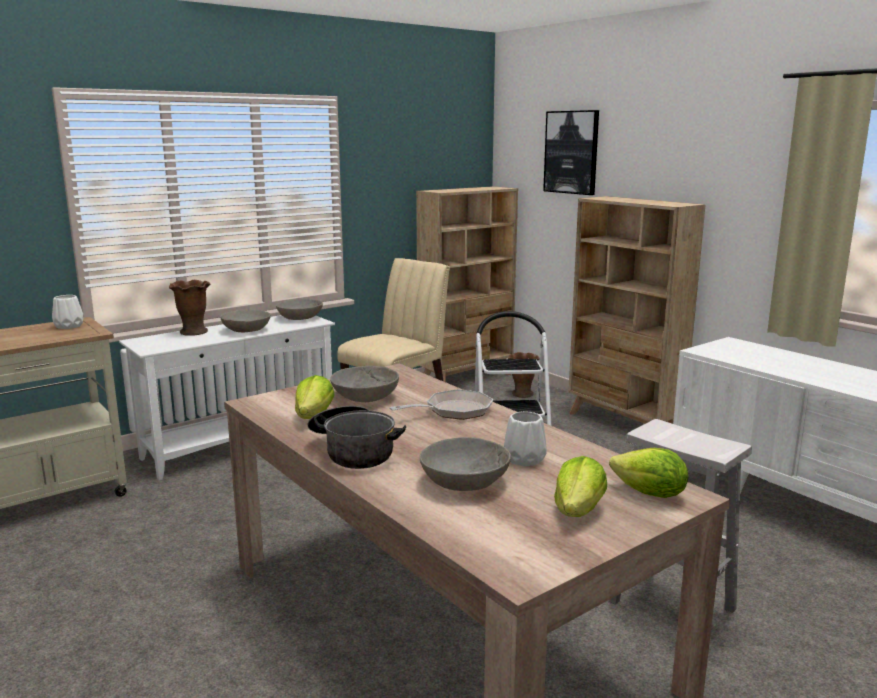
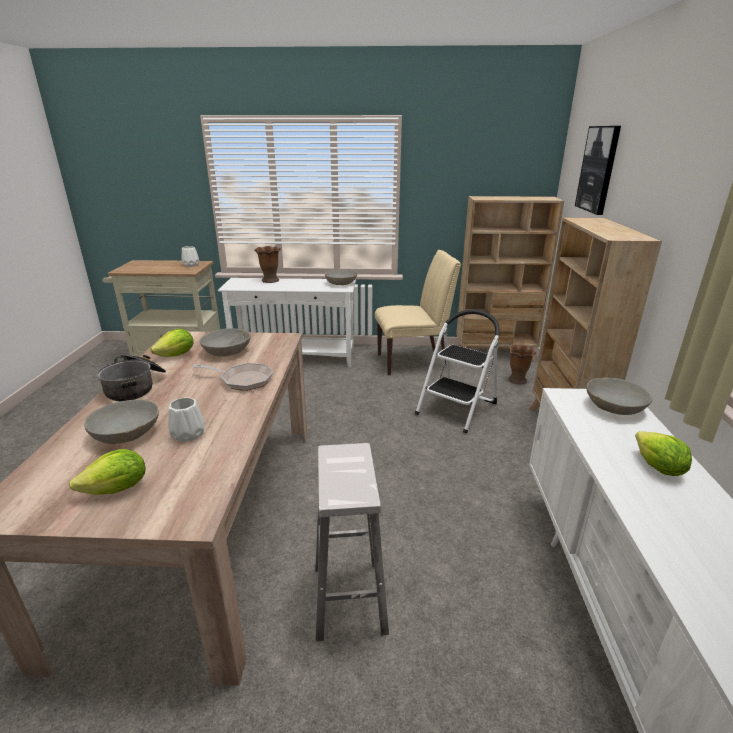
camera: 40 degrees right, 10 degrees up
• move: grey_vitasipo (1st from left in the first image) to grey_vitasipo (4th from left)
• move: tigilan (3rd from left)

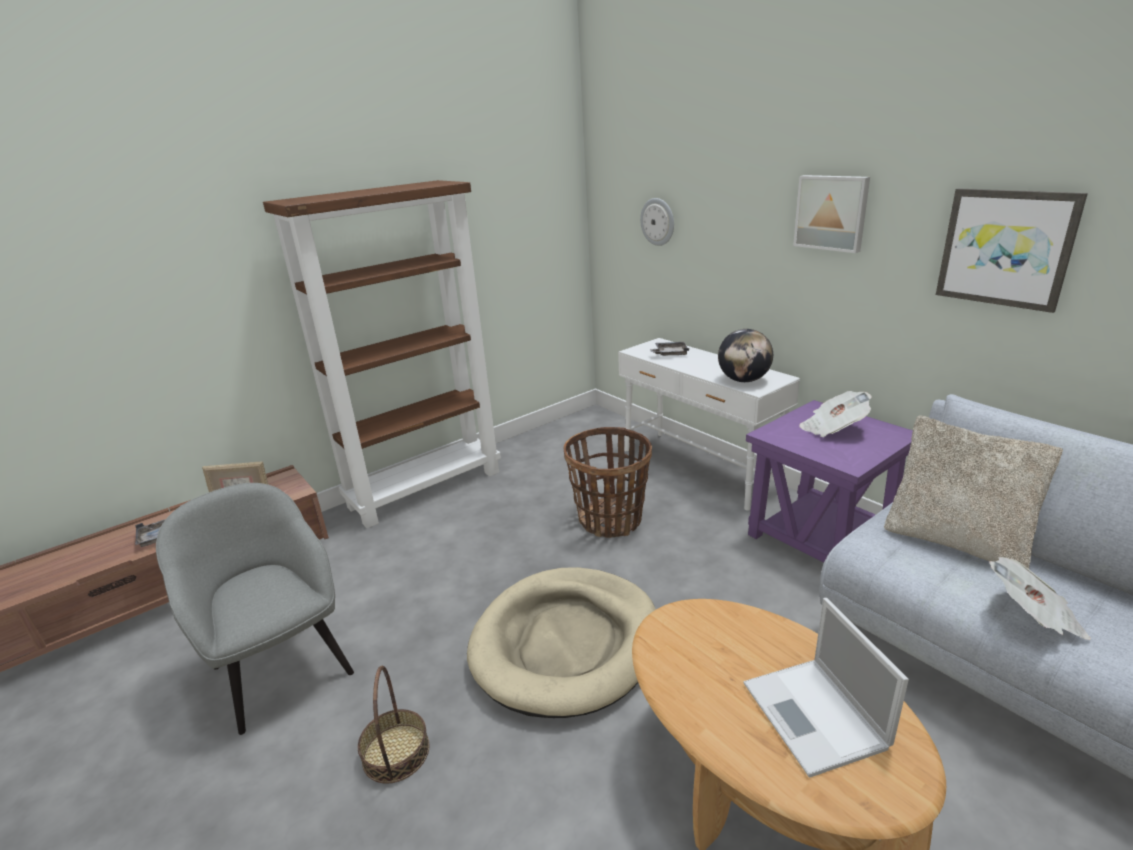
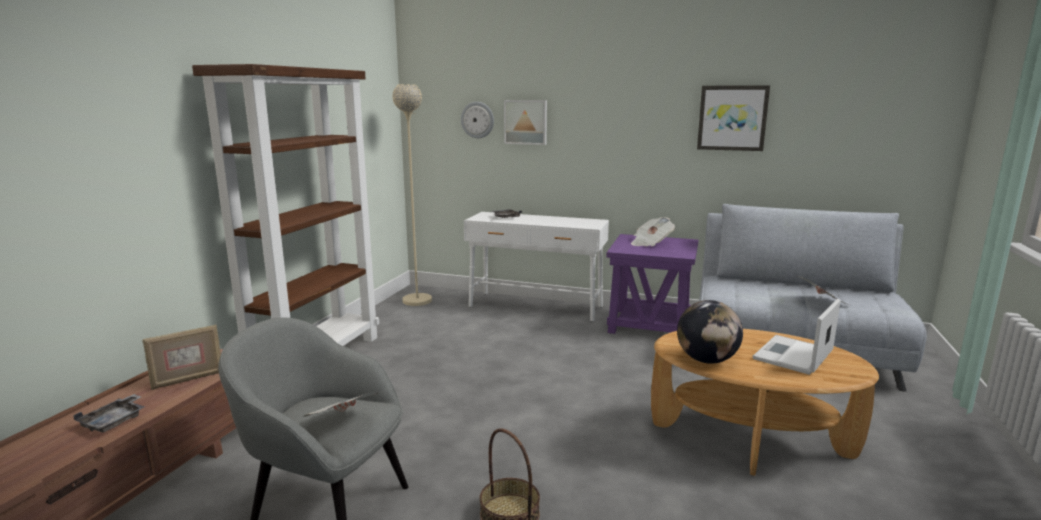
camera: 35 degrees left, 10 degrees down
• delete: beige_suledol
• delete: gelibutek (2nd from left)
• move: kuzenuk
• rotate: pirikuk 90 degrees clockwise
• move: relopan (1st from left)
• delete: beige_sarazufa
• insert: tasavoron (1st from left)
• insert: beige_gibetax

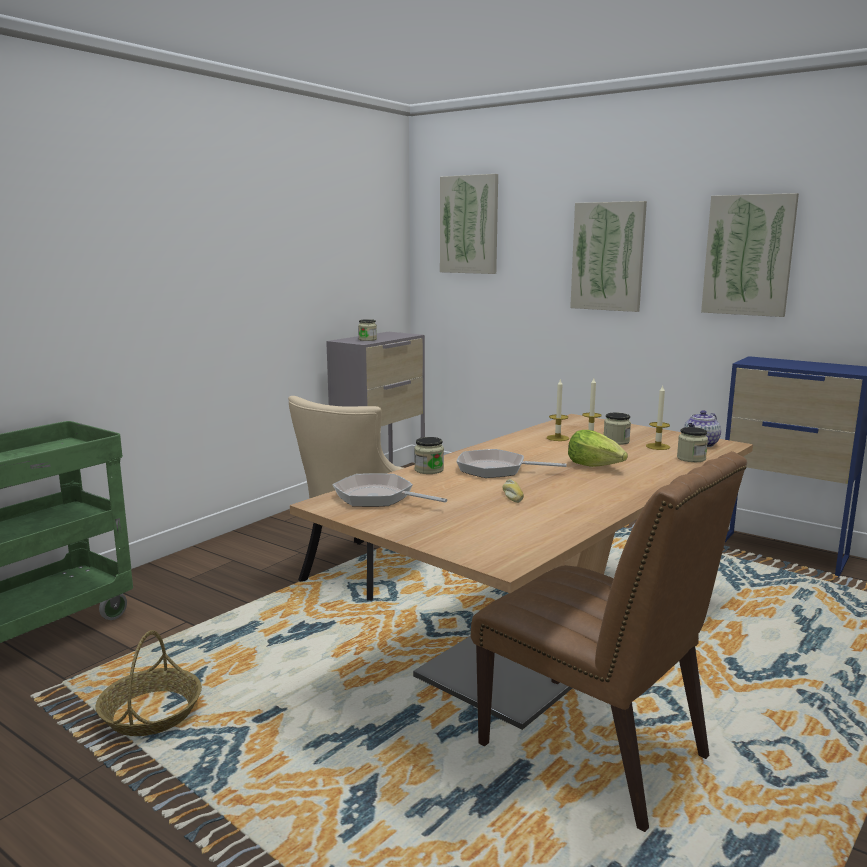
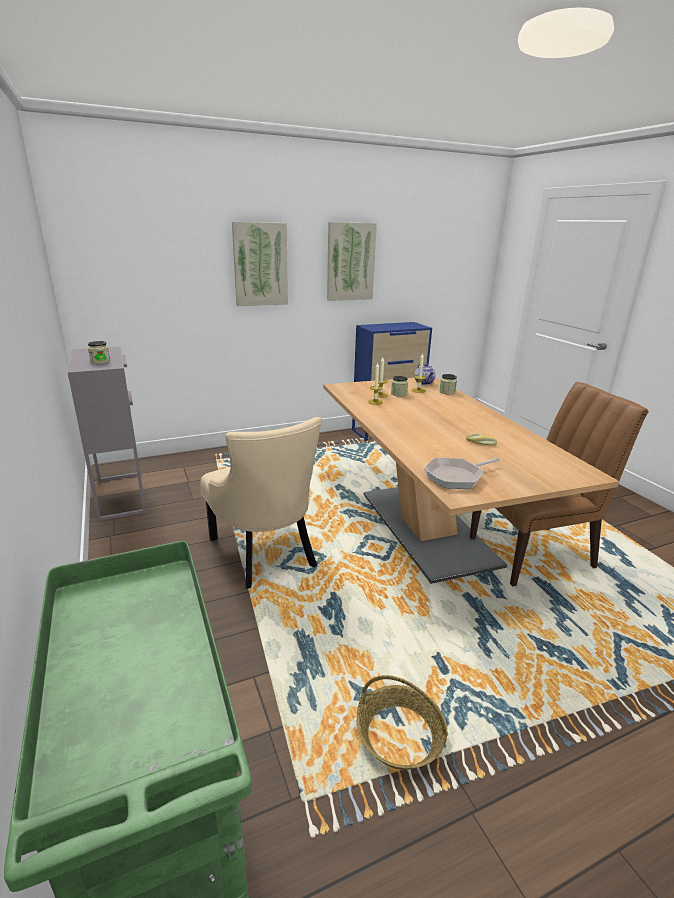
camera: 60 degrees left, 10 degrees up
• delete: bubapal (2nd from left)
• delete: relopan (1st from left)
• delete: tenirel (2nd from left)
• delete: tigilan

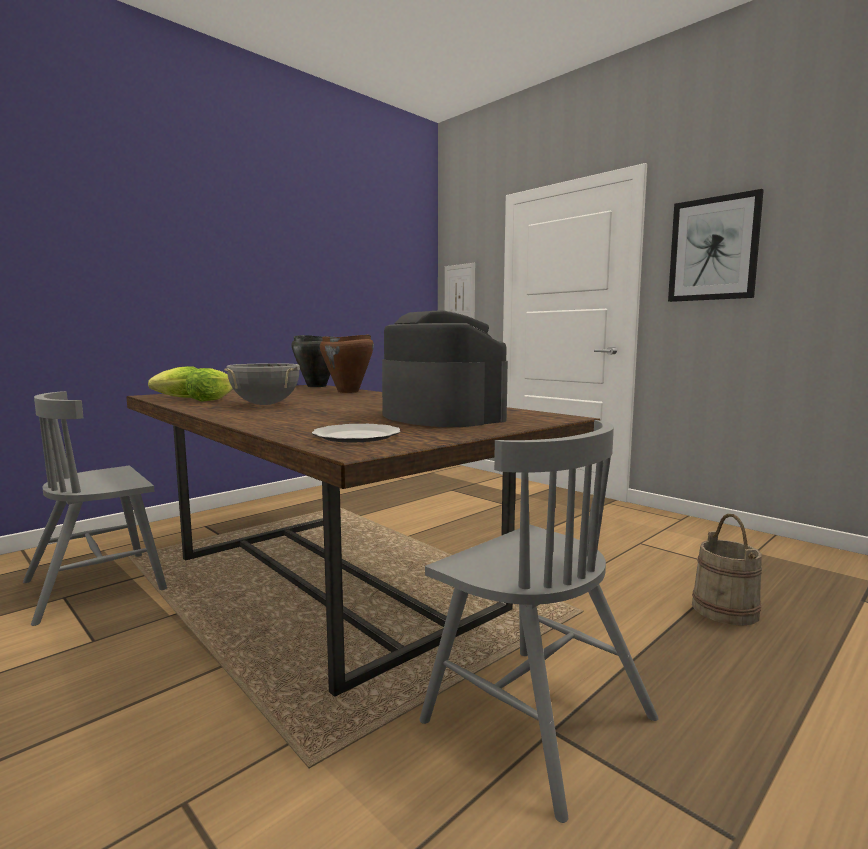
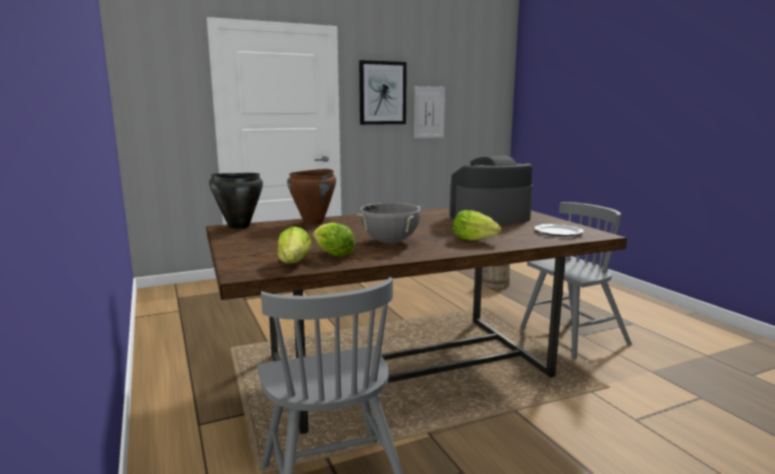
camera: 70 degrees left, 5 degrees up
• move: relopan (1st from left in the first image) to relopan (2nd from left)
• insert: tigilan (3rd from left)

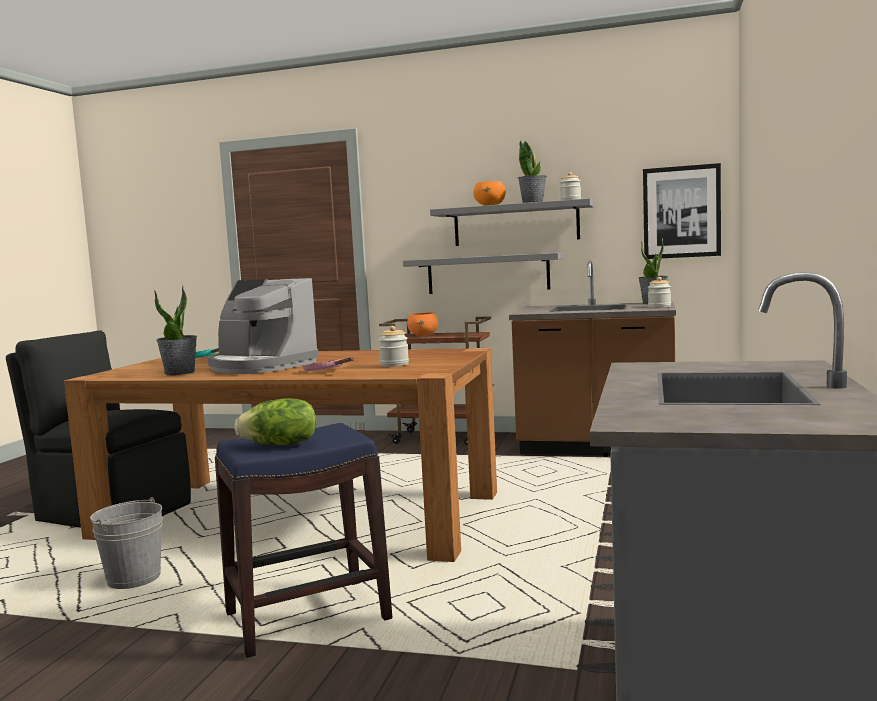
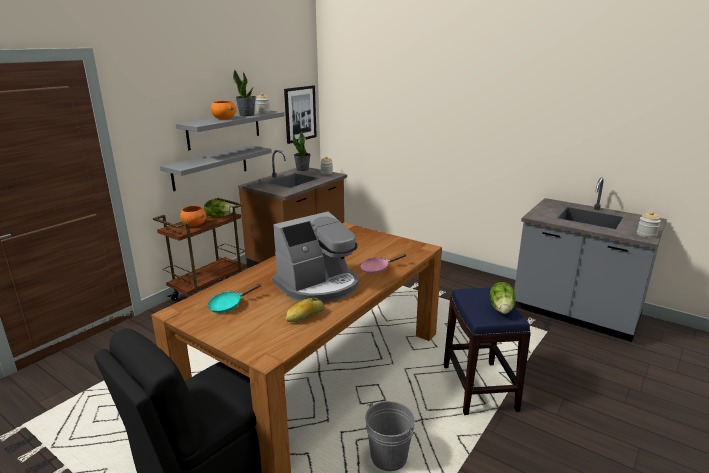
camera: 70 degrees left, 15 degrees up
• replace: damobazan (1st from left) to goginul
• move: bubapal (1st from left in the first image) to bubapal (3rd from left)
• insert: tigilan (1st from left)

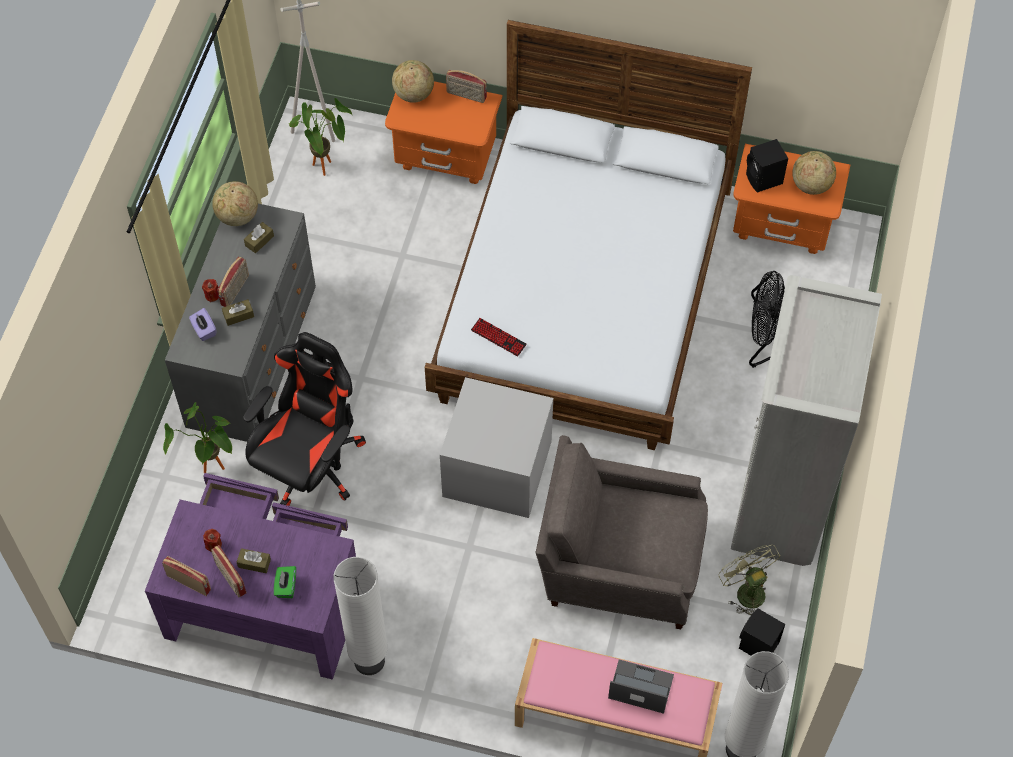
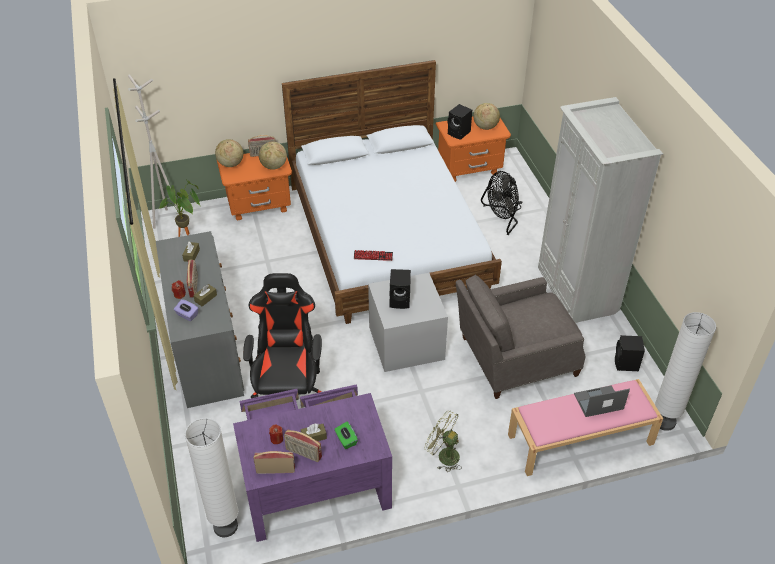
camera: 30 degrees left, 15 degrees down
• delete: damobazan (1st from left)
• move: kuzenuk (1st from left in the first image) to kuzenuk (2nd from left)
• move: white_gibetax (1st from left)
• move: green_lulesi
• insert: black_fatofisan (1st from left)

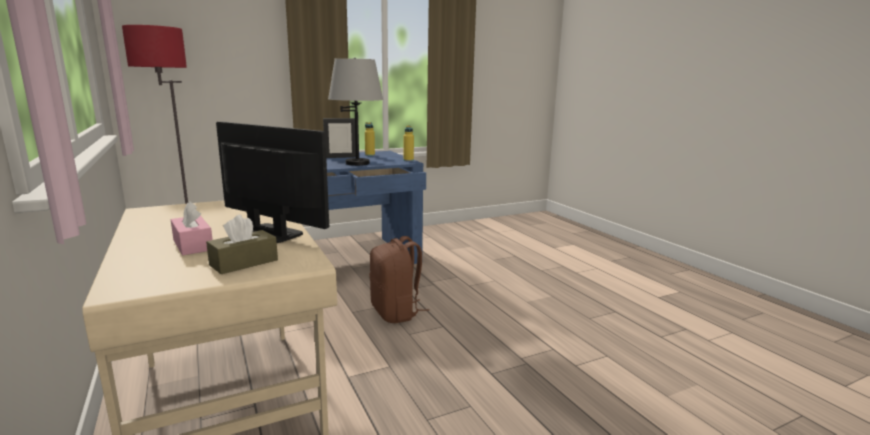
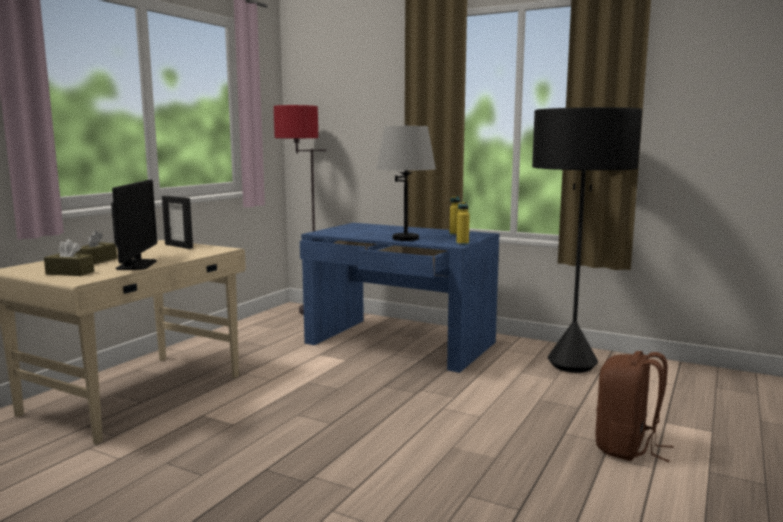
camera: 55 degrees right, 5 degrees down
• recolor: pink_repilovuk to brown_repilovuk (2nd from left)
• move: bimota
• move: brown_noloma
• insert: black_gibetax

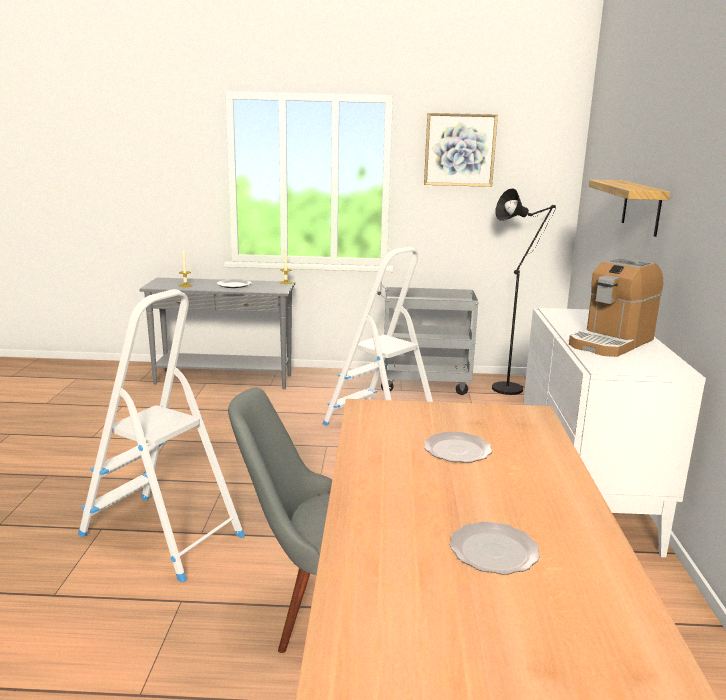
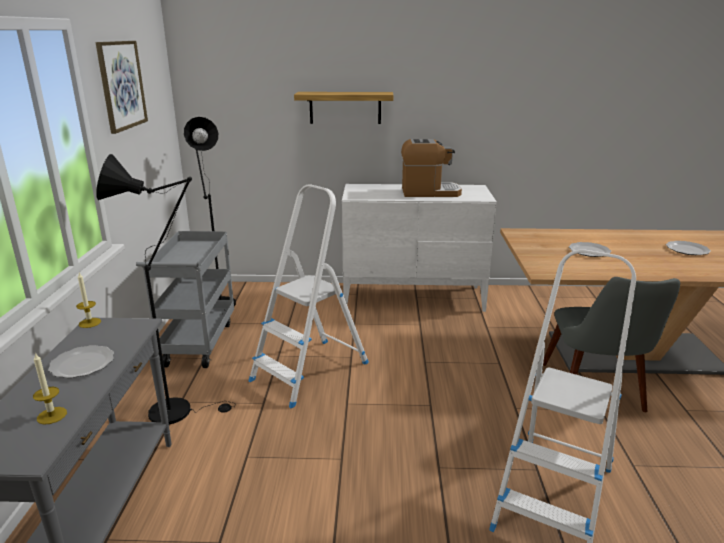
camera: 90 degrees left, 5 degrees up
• rotate: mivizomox 45 degrees counterclockwise
• insert: black_gibetax (1st from left)

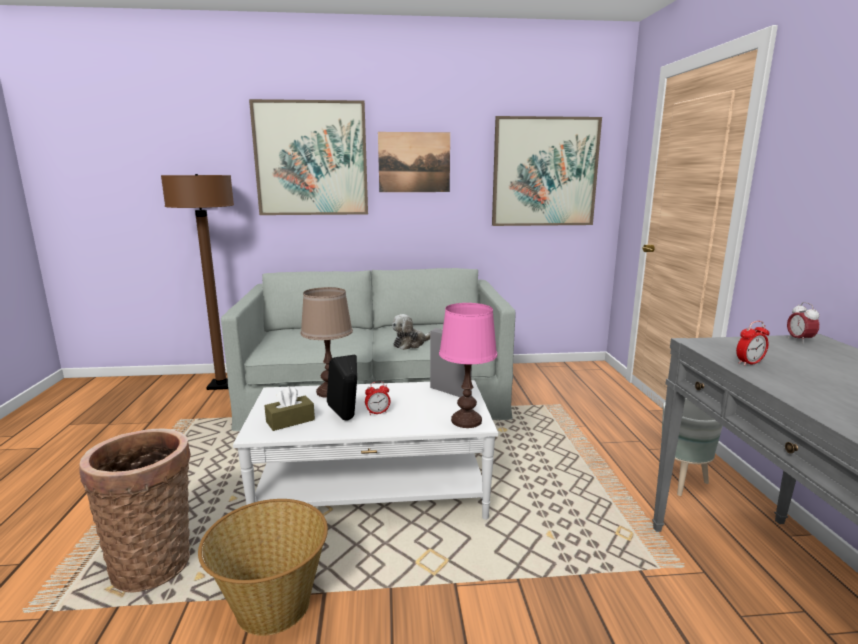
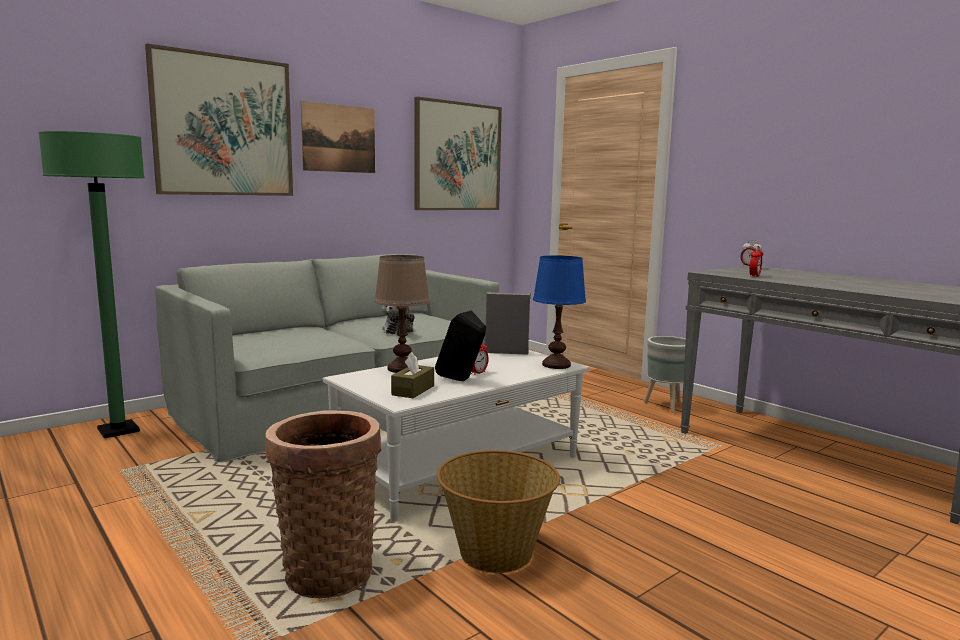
camera: 35 degrees left, 5 degrees down
• recolor: brown_gibetax to green_gibetax
• recolor: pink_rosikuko to blue_rosikuko

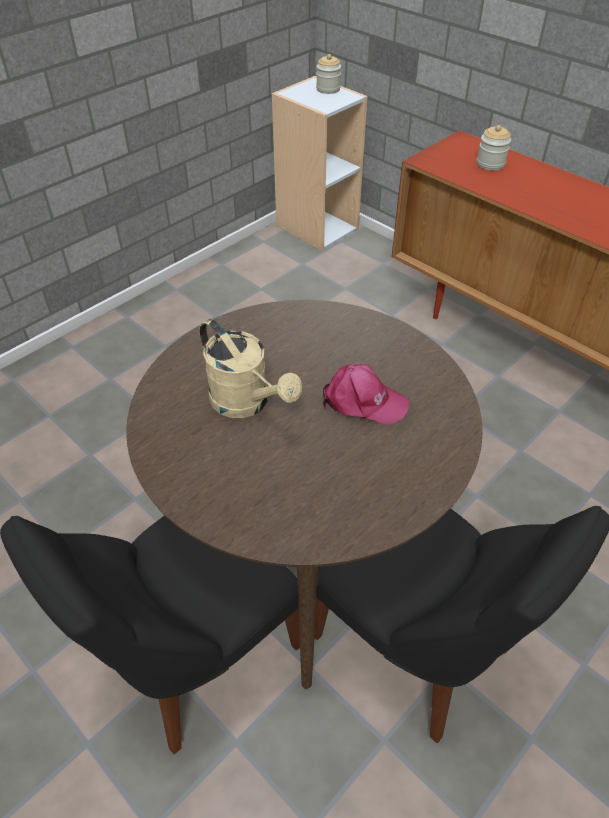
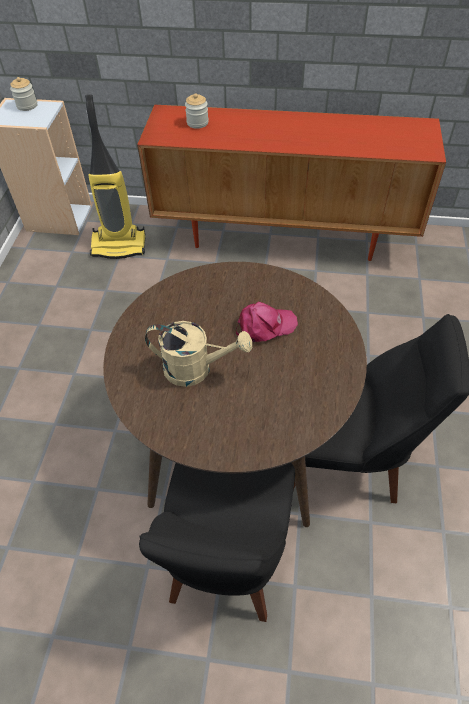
camera: 35 degrees left, 5 degrees up
• insert: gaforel

